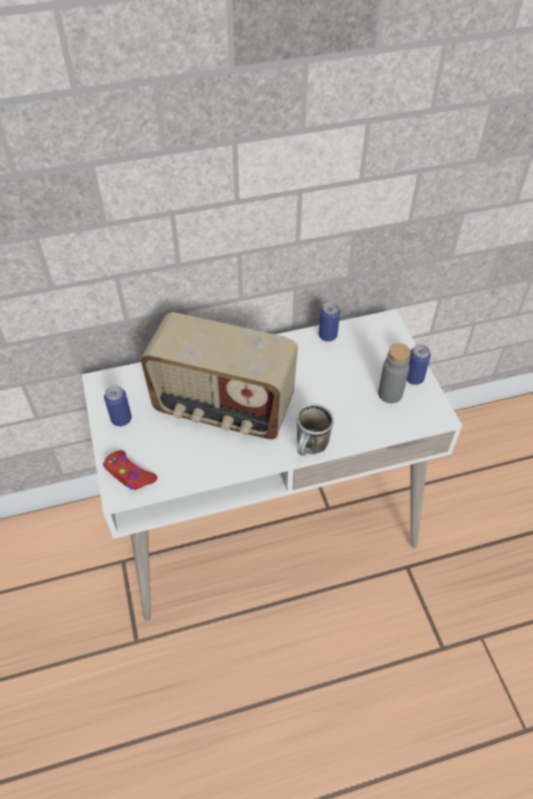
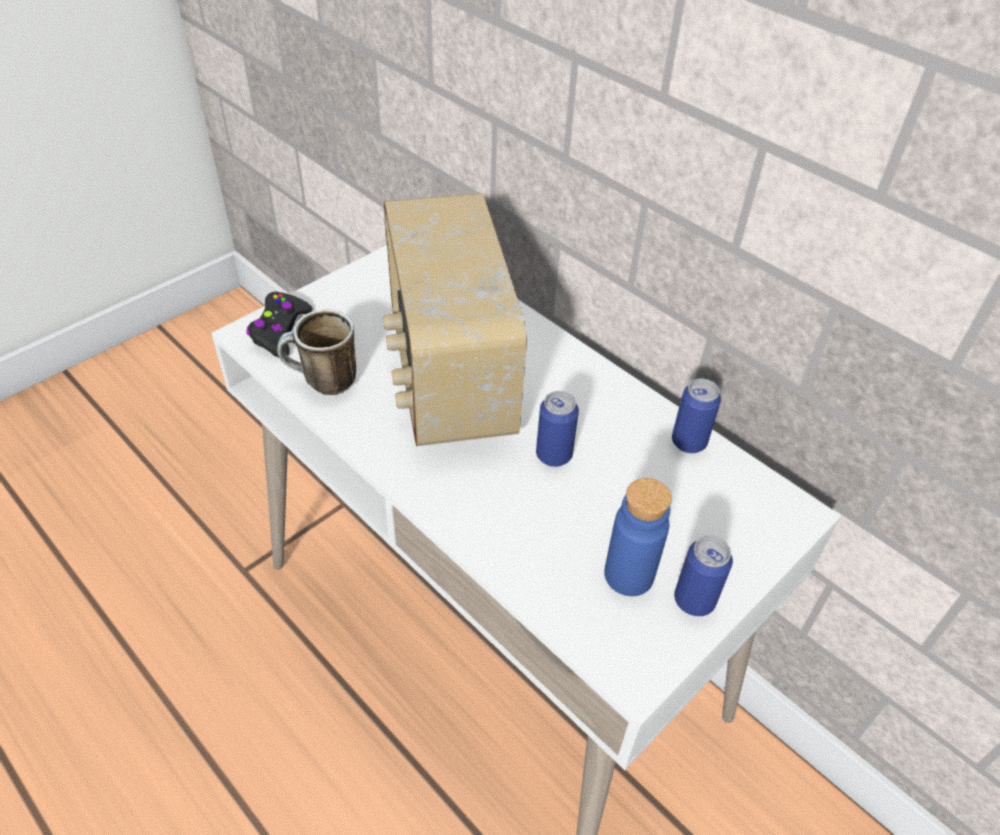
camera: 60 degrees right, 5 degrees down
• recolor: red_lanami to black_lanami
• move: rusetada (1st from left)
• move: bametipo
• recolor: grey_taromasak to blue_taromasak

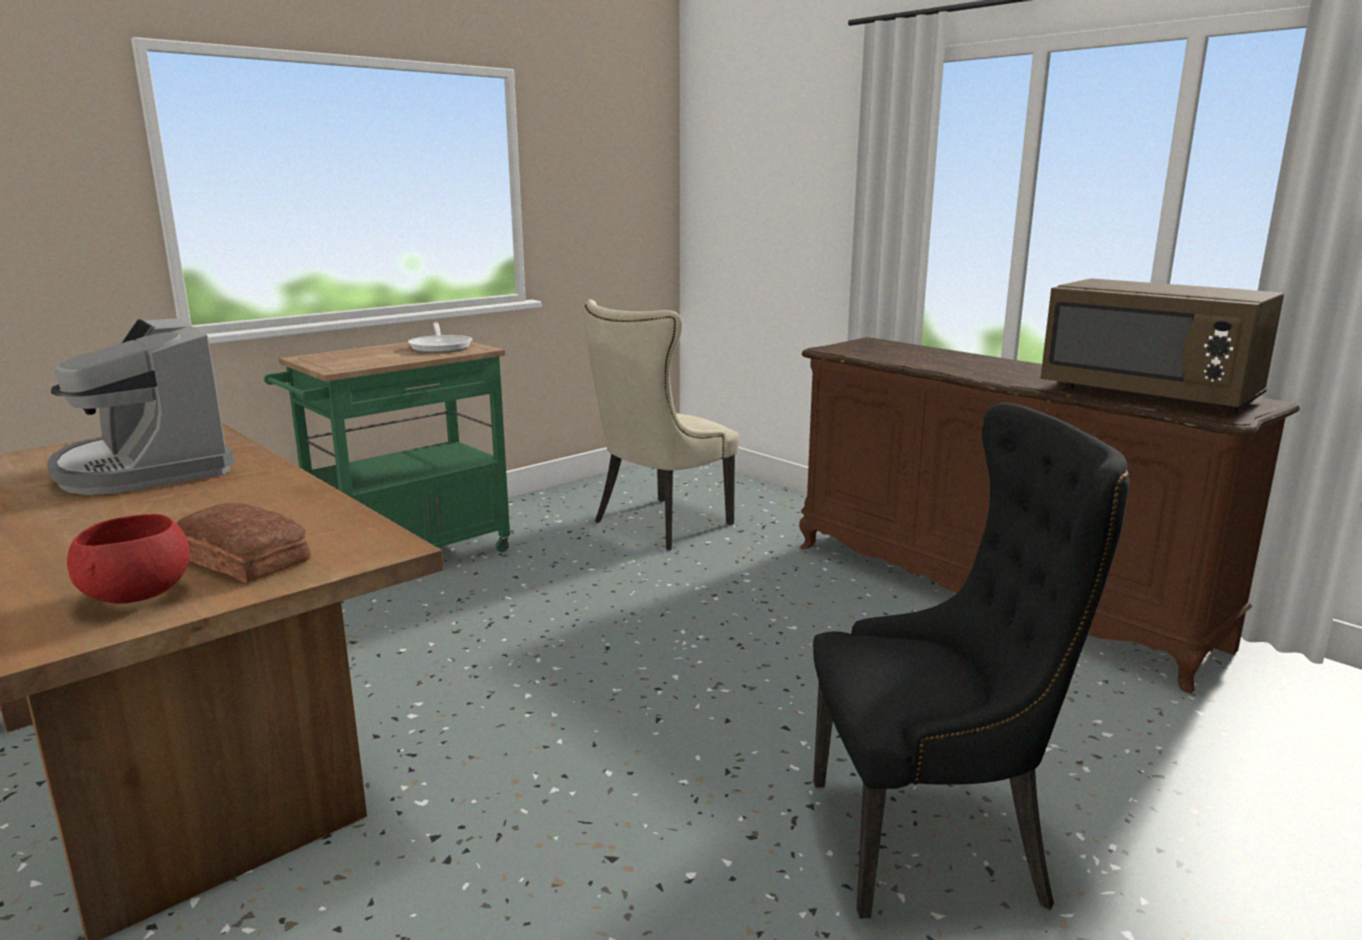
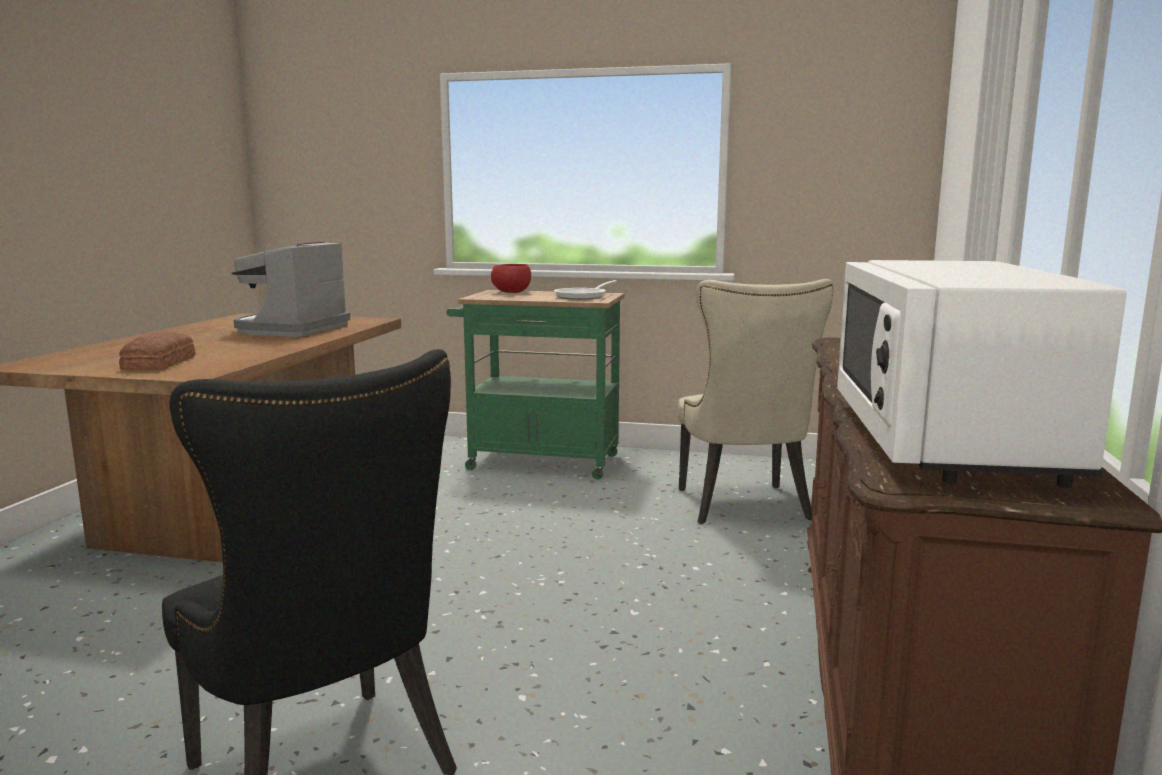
camera: 55 degrees right, 5 degrees down
• move: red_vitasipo
• rotate: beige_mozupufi 105 degrees counterclockwise
• recolor: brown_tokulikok to white_tokulikok

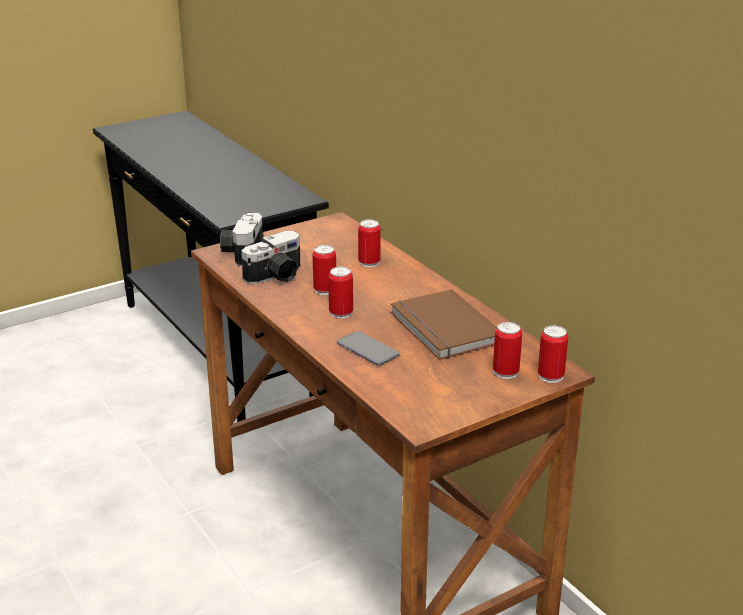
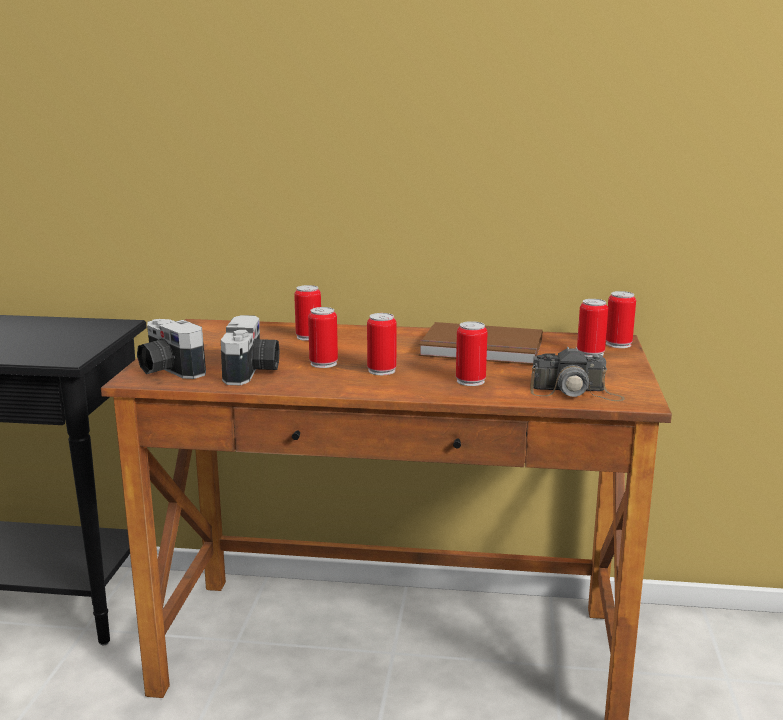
camera: 50 degrees left, 10 degrees down
• replace: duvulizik to rusetada (4th from left)
• insert: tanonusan (3rd from left)

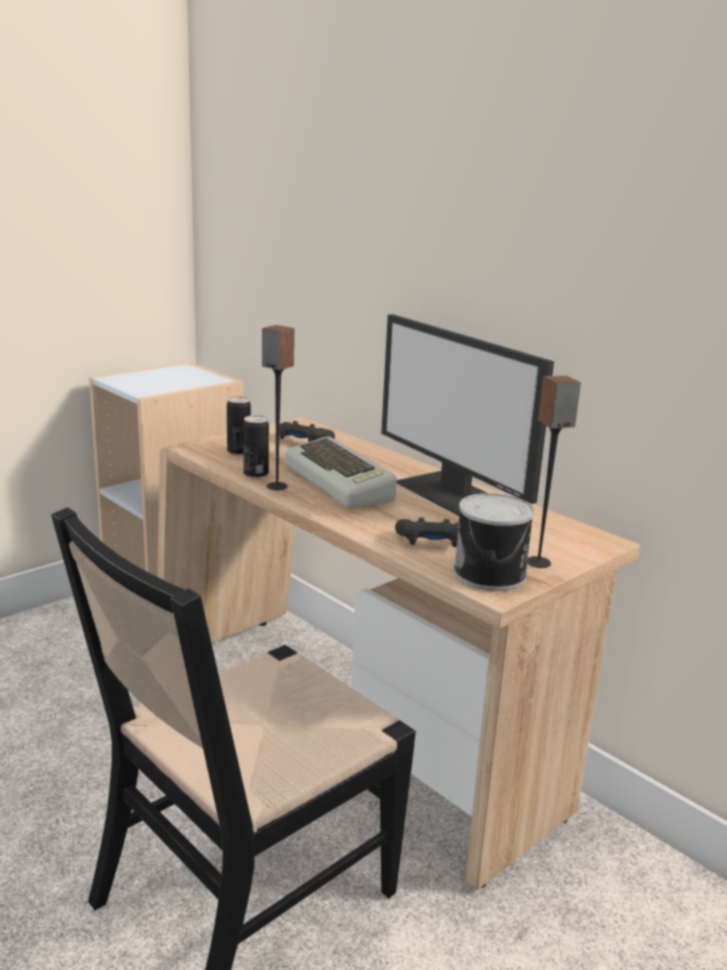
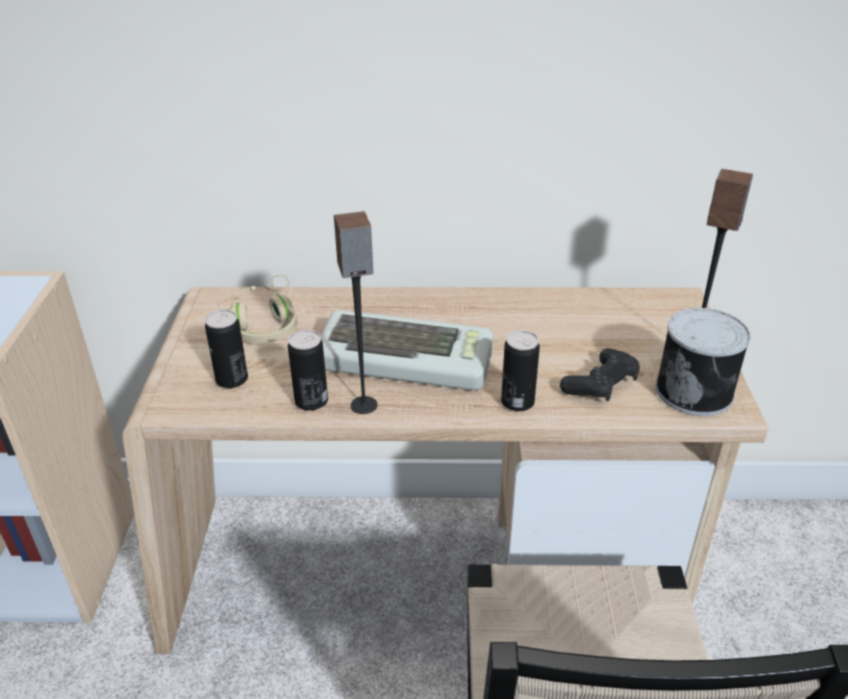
camera: 45 degrees left, 15 degrees up
• replace: black_lanami (1st from left) to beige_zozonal
• delete: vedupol
• insert: rusetada (3rd from left)

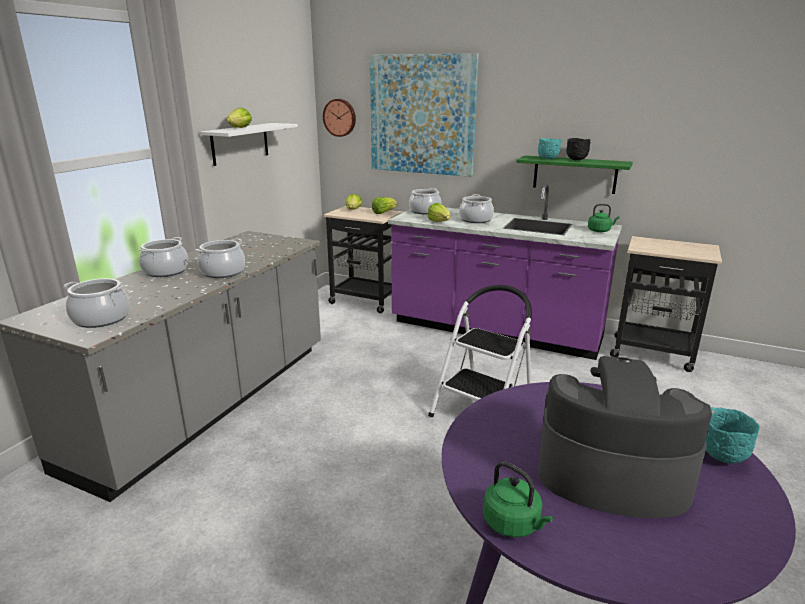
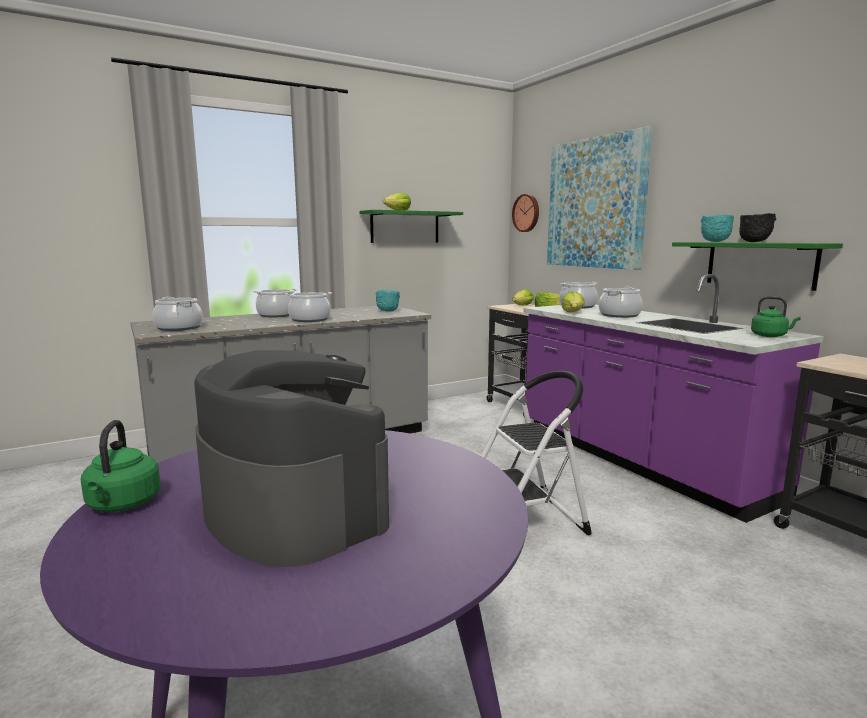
camera: 35 degrees right, 10 degrees down
• recolor: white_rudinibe to green_rudinibe (1st from left)
• move: turquoise_vitasipo (2nd from left in the first image) to turquoise_vitasipo (1st from left)

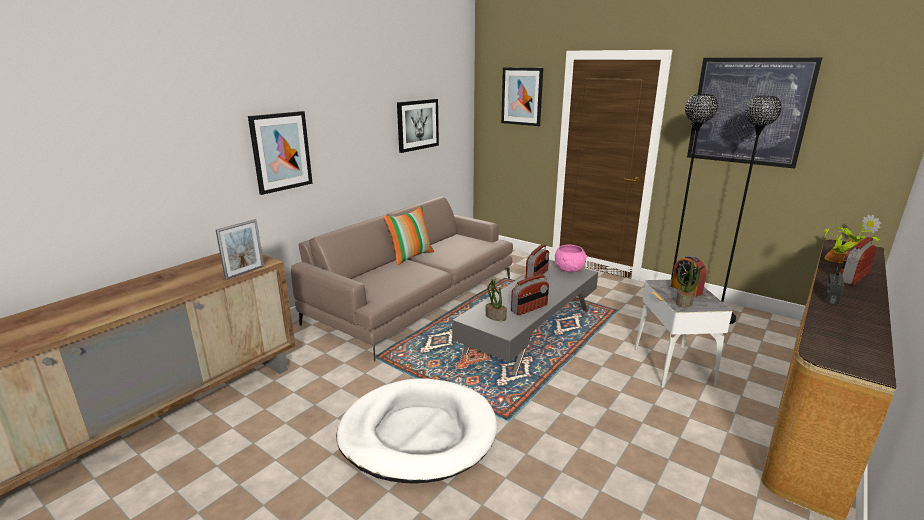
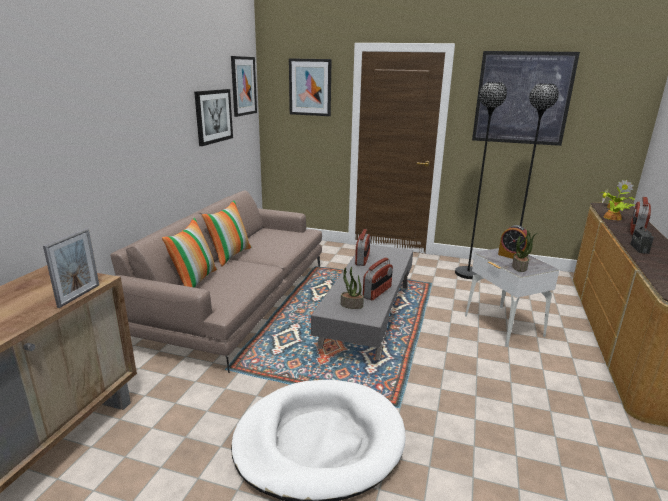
camera: 20 degrees left, 0 degrees up
• move: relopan (1st from left in the first image) to relopan (2nd from left)
• delete: pink_vitasipo
• insert: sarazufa (1st from left)

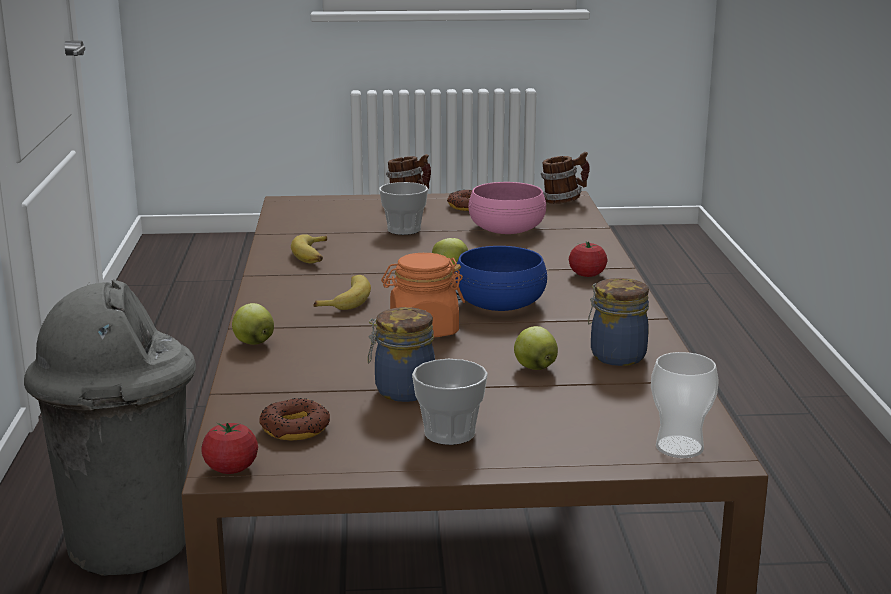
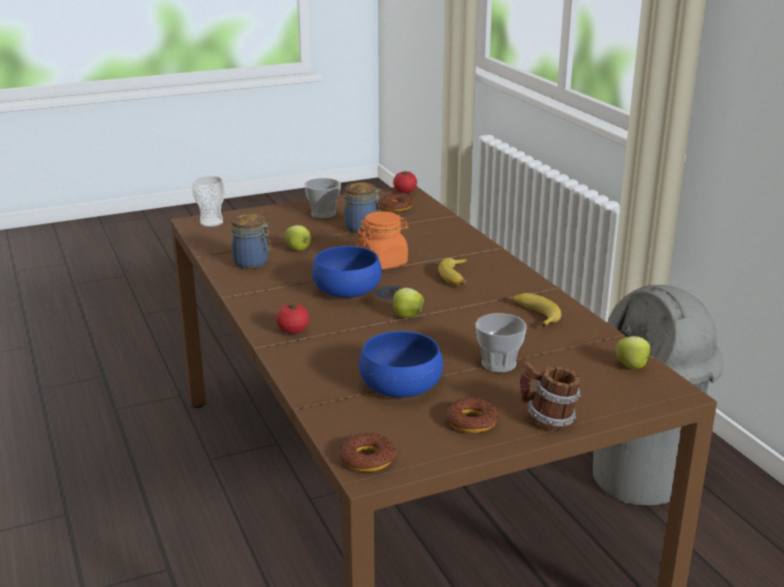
camera: 160 degrees right, 5 degrees up
• move: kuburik (1st from left in the first image) to kuburik (3rd from left)
• recolor: pink_vitasipo to blue_vitasipo (2nd from left)
• replace: bametipo (2nd from left) to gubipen (1st from left)

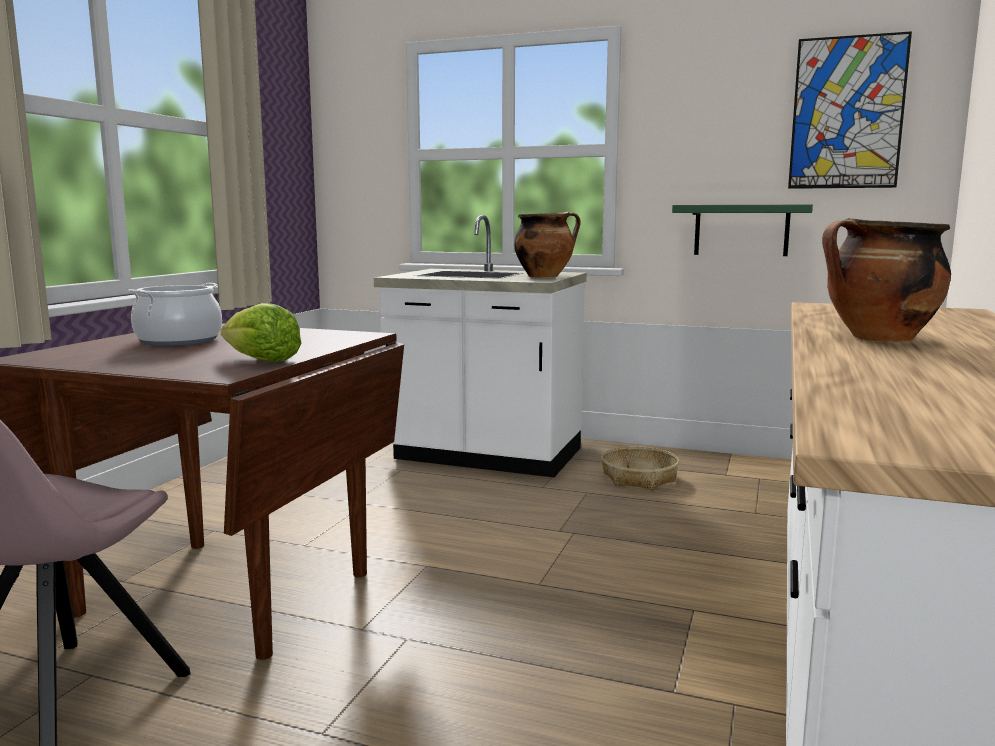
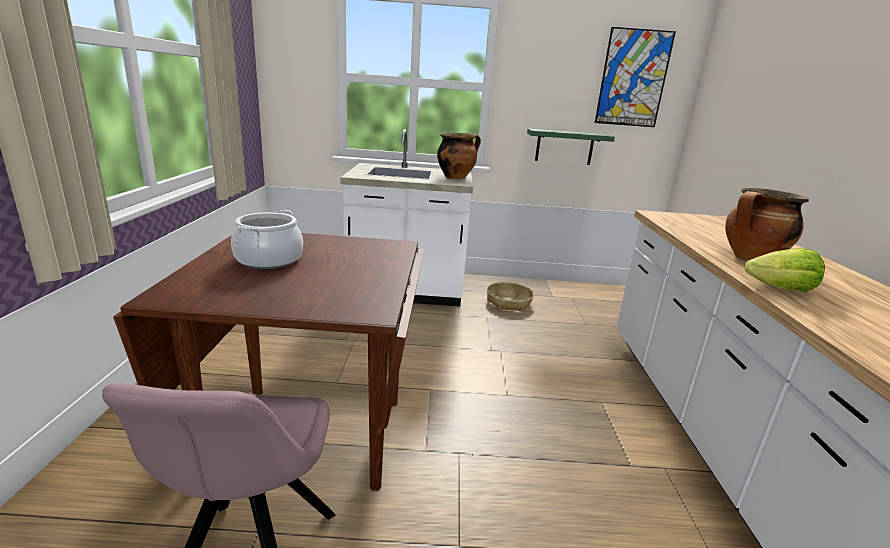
camera: 20 degrees left, 10 degrees up
• move: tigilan

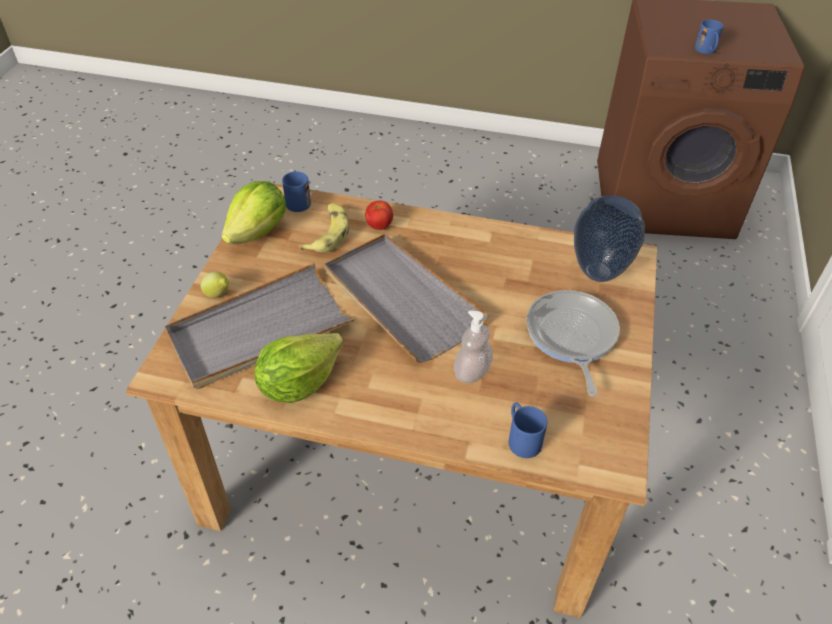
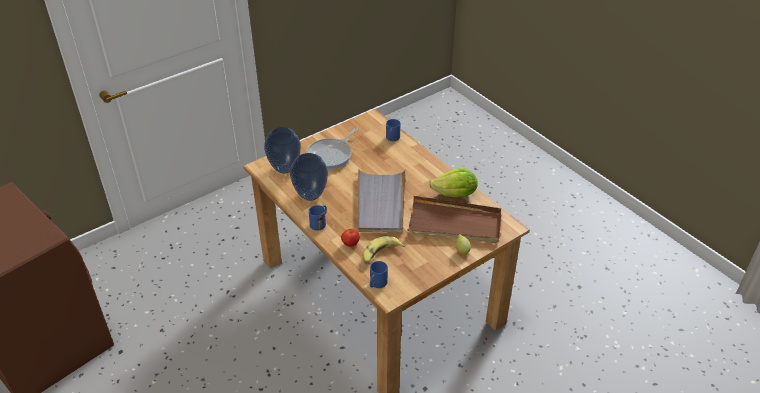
camera: 140 degrees left, 5 degrees down
• recolor: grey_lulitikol (1st from left) to brown_lulitikol
• delete: tigilan (1st from left)
• delete: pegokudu
• move: blue_bametipo (3rd from left in the first image) to blue_bametipo (1st from left)
• insert: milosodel (2nd from left)

